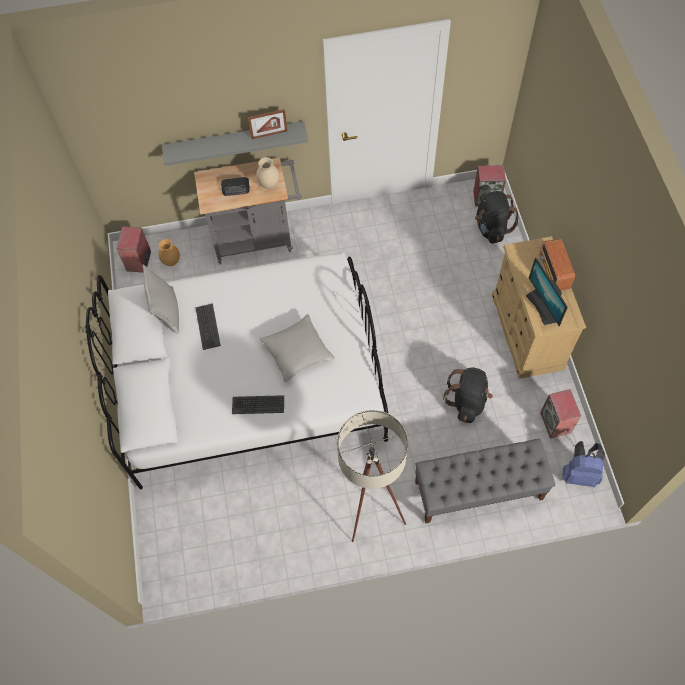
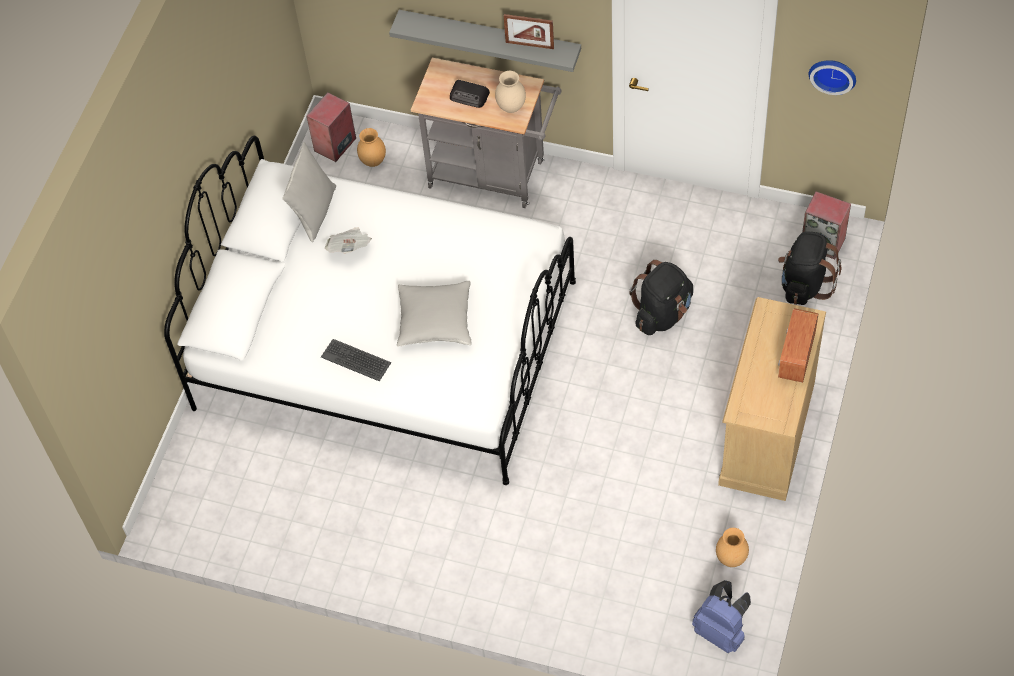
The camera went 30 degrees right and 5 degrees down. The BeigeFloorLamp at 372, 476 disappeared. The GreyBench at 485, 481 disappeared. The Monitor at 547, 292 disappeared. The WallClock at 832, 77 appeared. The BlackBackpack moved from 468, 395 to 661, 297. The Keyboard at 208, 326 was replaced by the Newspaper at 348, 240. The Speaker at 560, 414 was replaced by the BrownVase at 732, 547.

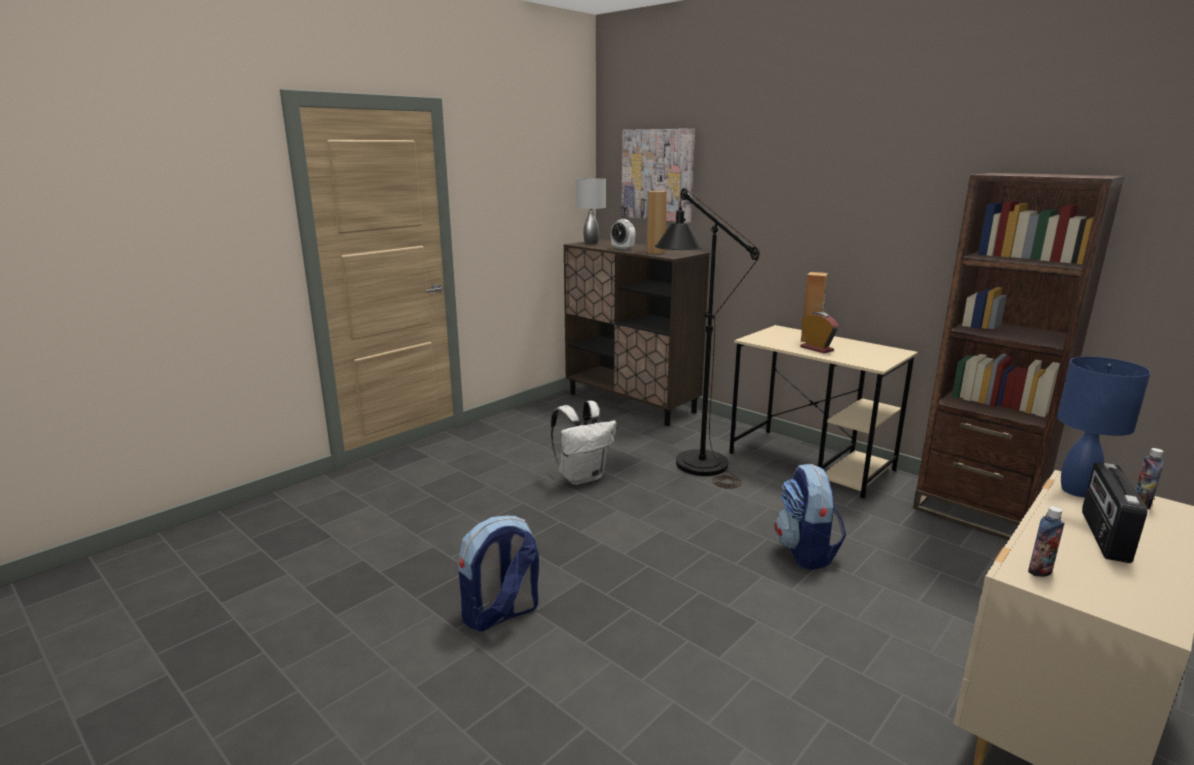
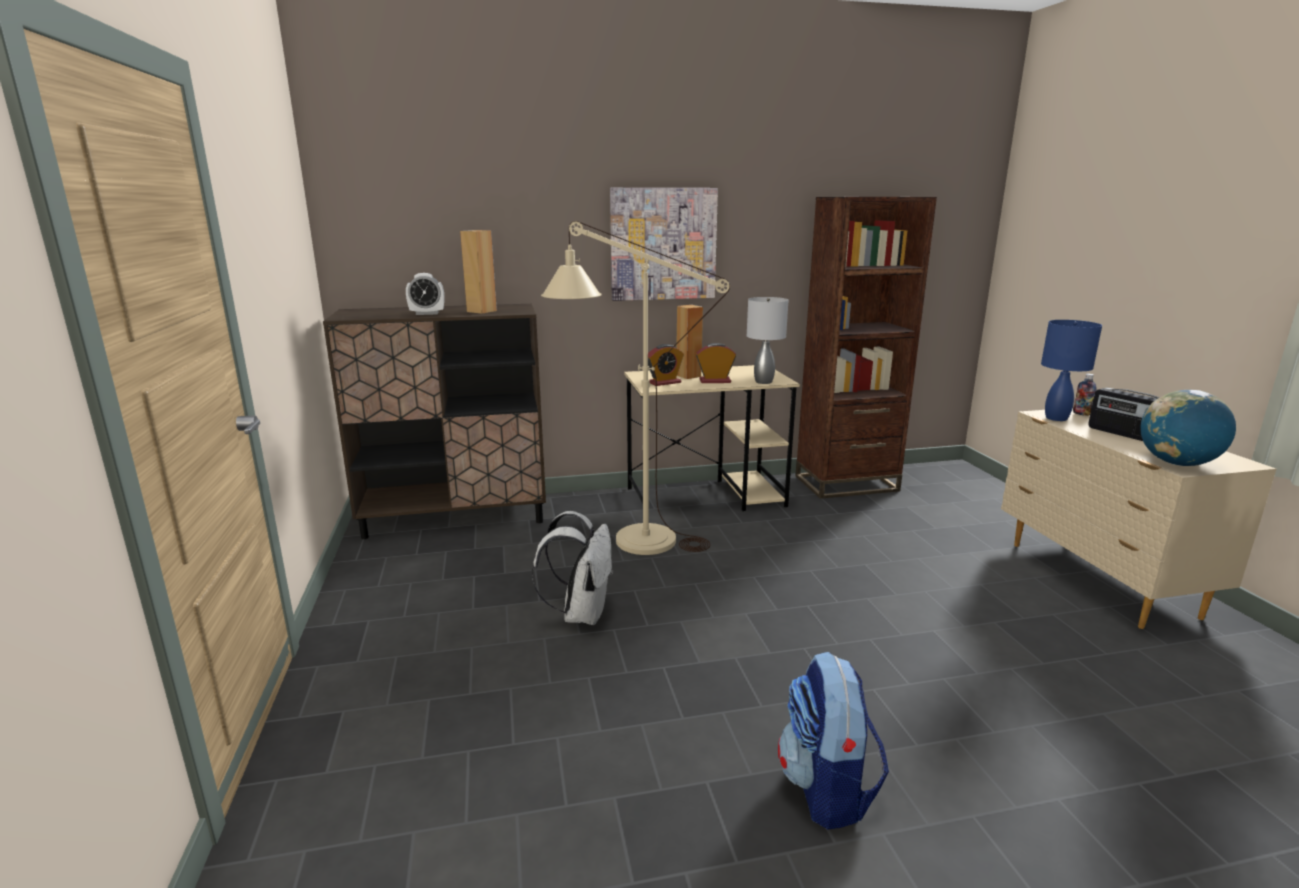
The camera went 55 degrees left and 0 degrees up. The Backpack at 810, 517 disappeared. The AlarmClock at 666, 365 appeared. The GreyTableLamp moved from 591, 211 to 768, 340. The Picture moved from 658, 176 to 664, 244. The Bottle at 1046, 541 was replaced by the Globe at 1188, 428. The BlackFloorLamp at 707, 338 became the BeigeFloorLamp at 635, 388.

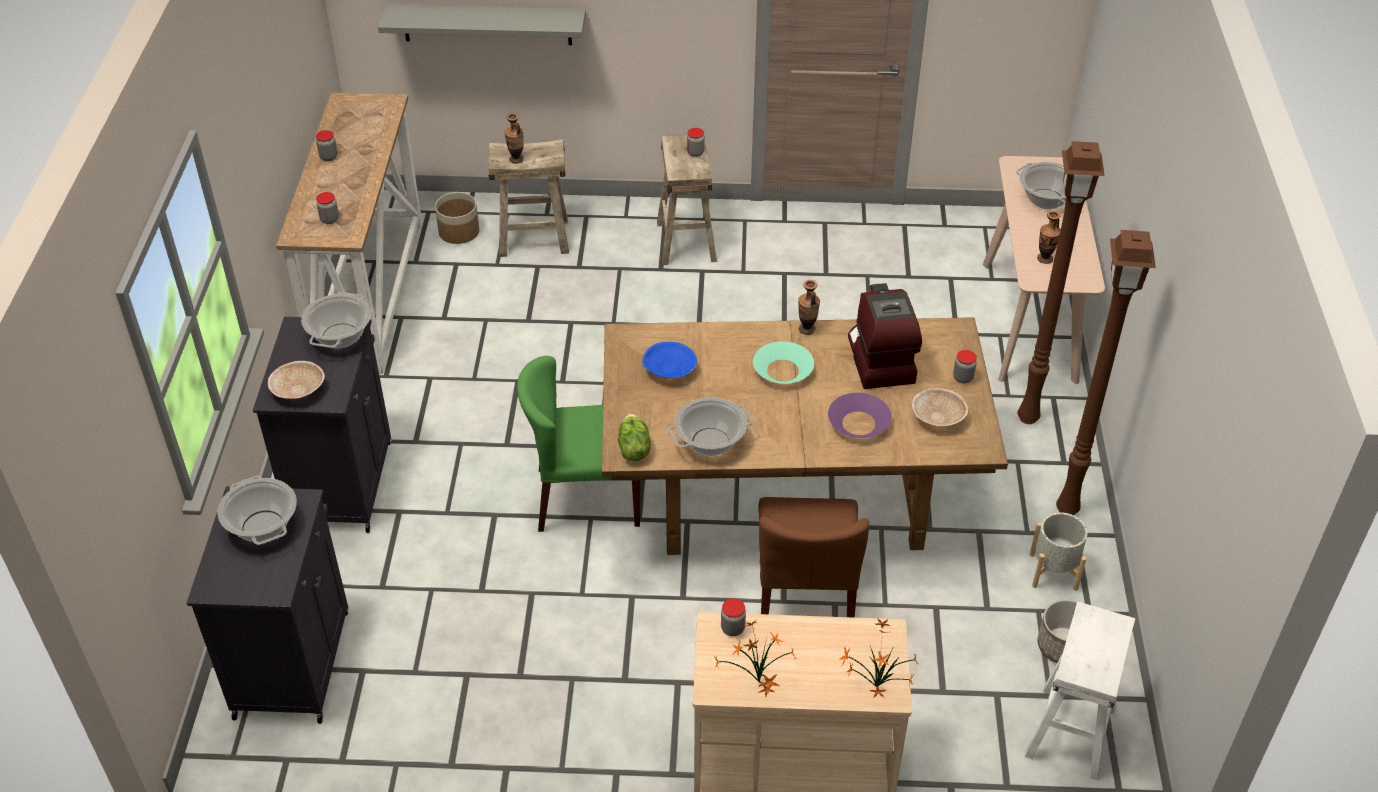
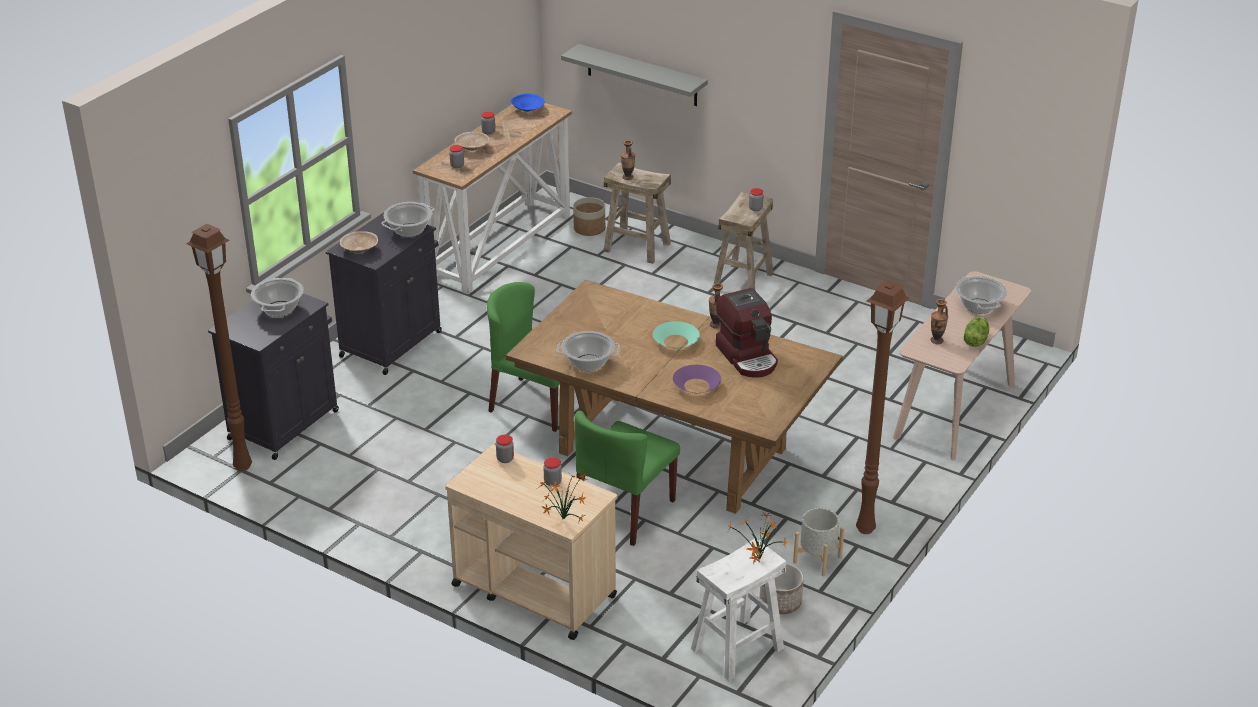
The camera went 30 degrees right and 10 degrees down. The Lettuce moved from 634, 438 to 976, 332. The BlueBowl moved from 669, 360 to 527, 102. The PottedPlant moved from 754, 658 to 757, 538. The BeigeBowl moved from 940, 407 to 471, 141. The Jar moved from 965, 367 to 552, 471. The BrownFloorLamp moved from 1061, 282 to 219, 347. The BrownChair at 814, 557 became the GreenChair at 627, 478. The CoffeeMachine at 885, 336 turned 135 degrees clockwise.

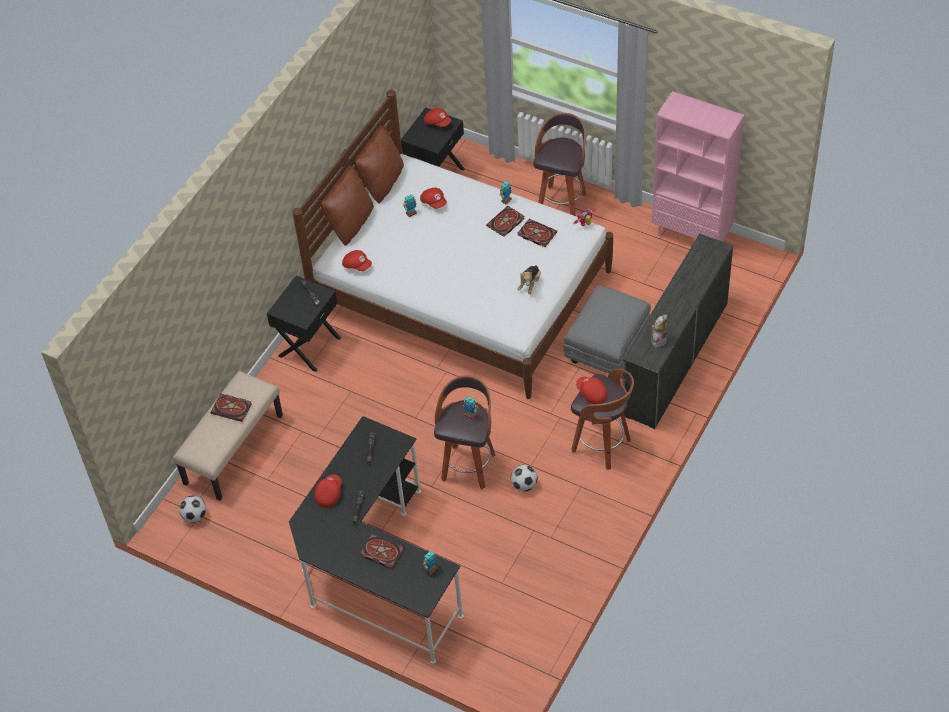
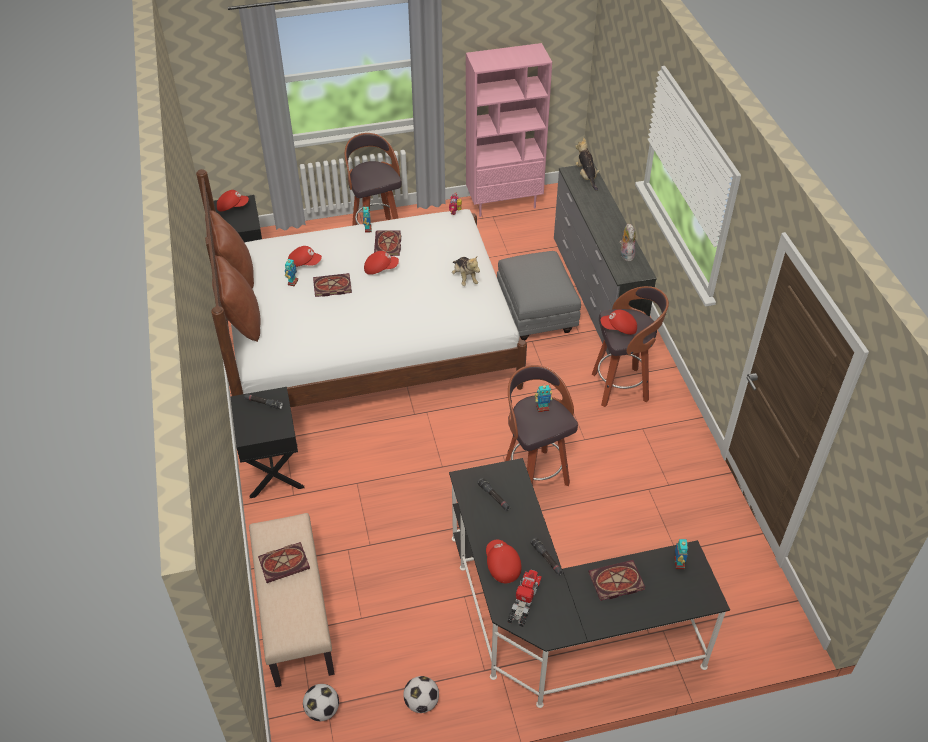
The camera went 45 degrees left and 5 degrees down. The ToyTruck at 525, 598 appeared. The PlushToy at 587, 164 appeared. The RedCap moved from 357, 260 to 381, 263. The Football moved from 524, 478 to 421, 694. The Book moved from 537, 233 to 332, 285.

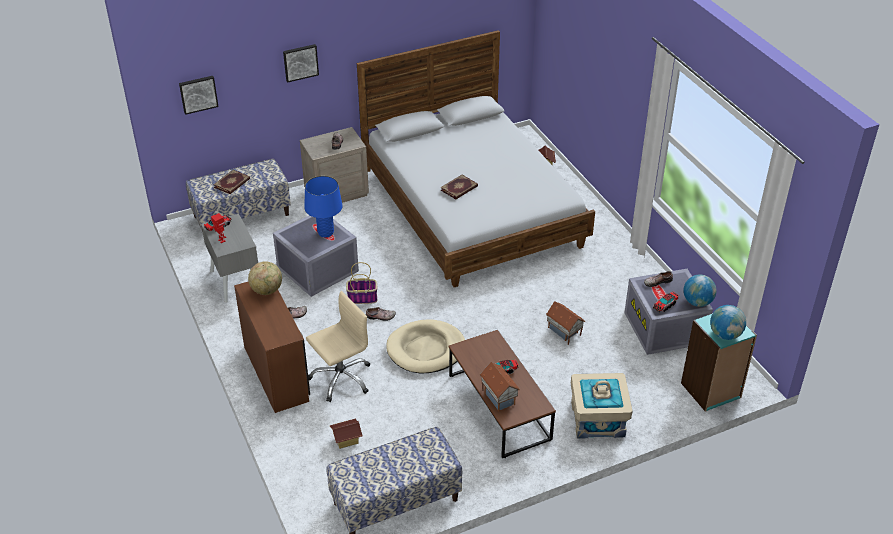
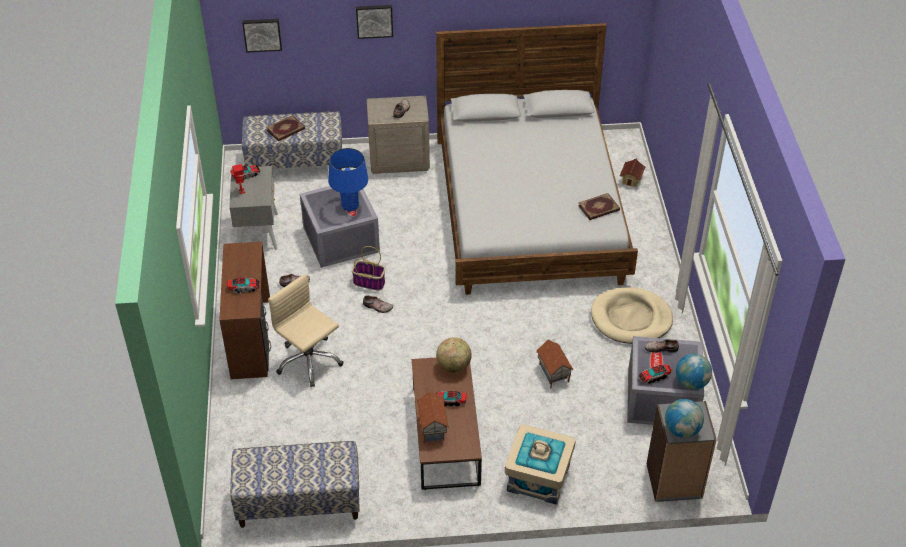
The camera went 20 degrees right and 5 degrees up. The ToyHouse at 346, 433 disappeared. The ToyTruck at 243, 286 appeared. The Globe moved from 265, 278 to 454, 355. The BeigeDogBed moved from 425, 346 to 632, 315. The Book moved from 459, 186 to 599, 206. The TurquoiseBookcase at 719, 362 became the GreyBookcase at 682, 451. The BeigeOfficeChair at 338, 346 turned 120 degrees counterclockwise.

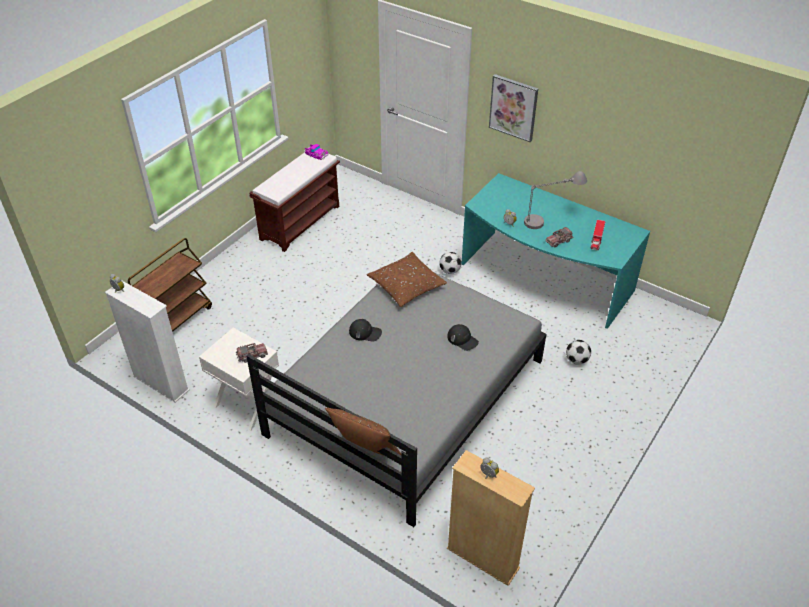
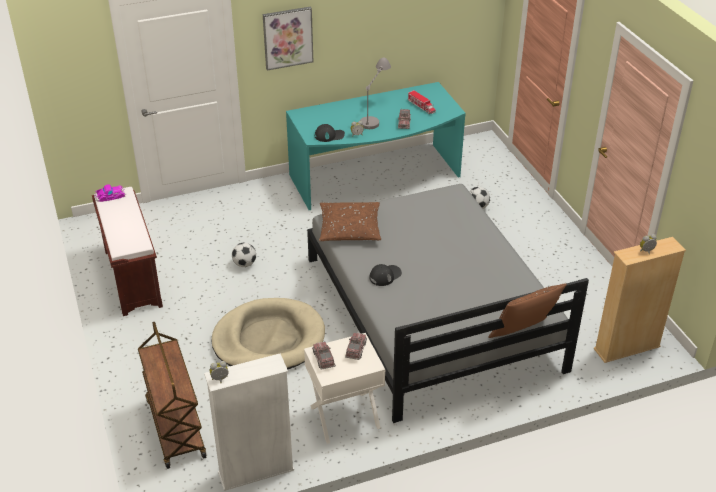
The camera went 55 degrees left and 5 degrees down. The BeigeDogBed at 268, 334 appeared. The ToyTruck at 324, 356 appeared. The Football moved from 451, 263 to 244, 255. The BlackCap moved from 463, 337 to 330, 133.

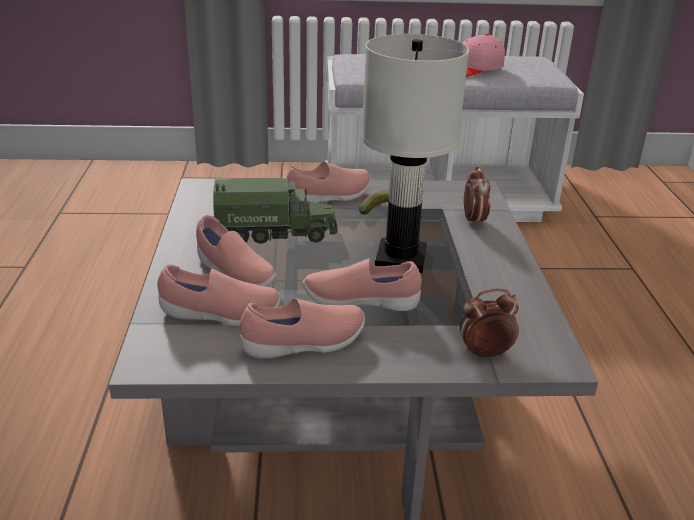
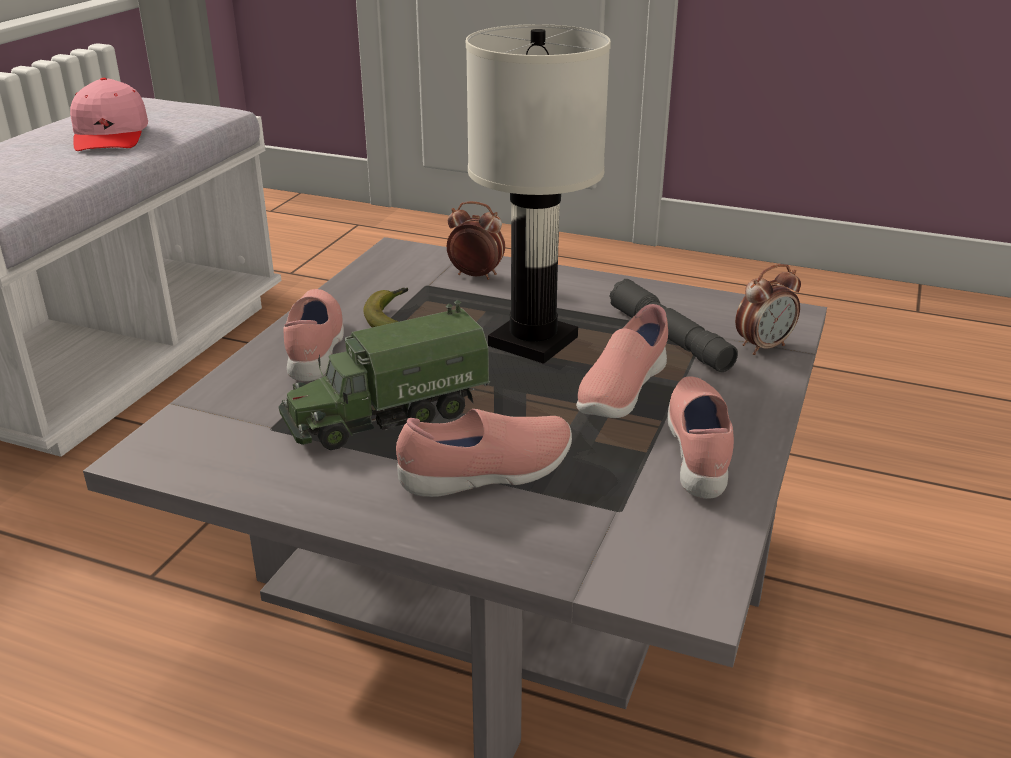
The camera went 65 degrees left and 0 degrees up. The PinkShoe at 219, 295 disappeared. The GreyFlashlight at 674, 325 appeared. The ToyTruck at 275, 211 turned 135 degrees counterclockwise. The AlarmClock at 489, 324 turned 135 degrees counterclockwise.

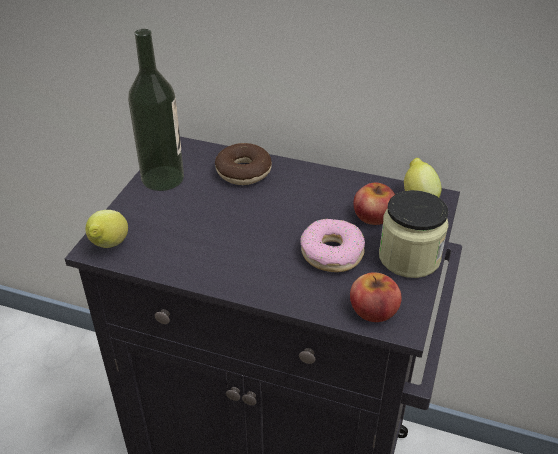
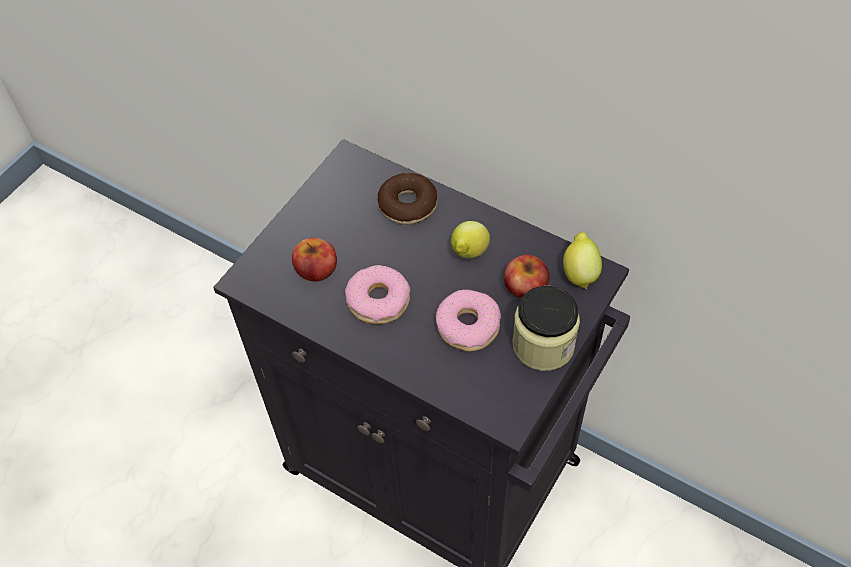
The camera went 15 degrees right and 15 degrees up. The Bottle at 156, 110 disappeared. The Donut at 377, 294 appeared. The Lemon moved from 107, 229 to 470, 240. The Apple moved from 376, 297 to 314, 259.

